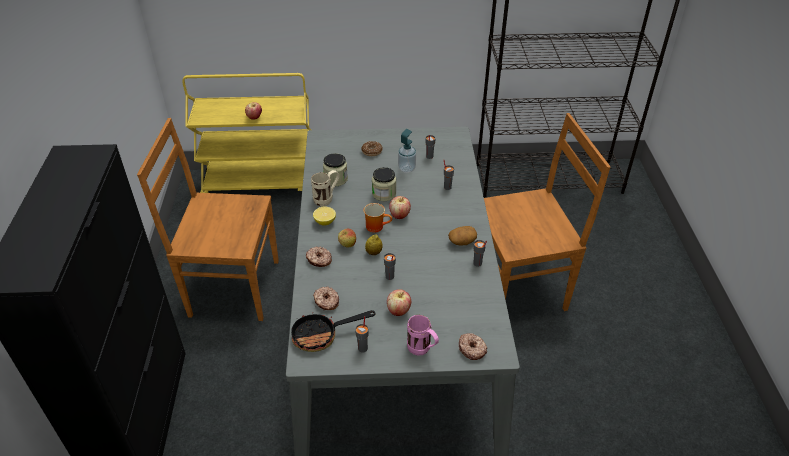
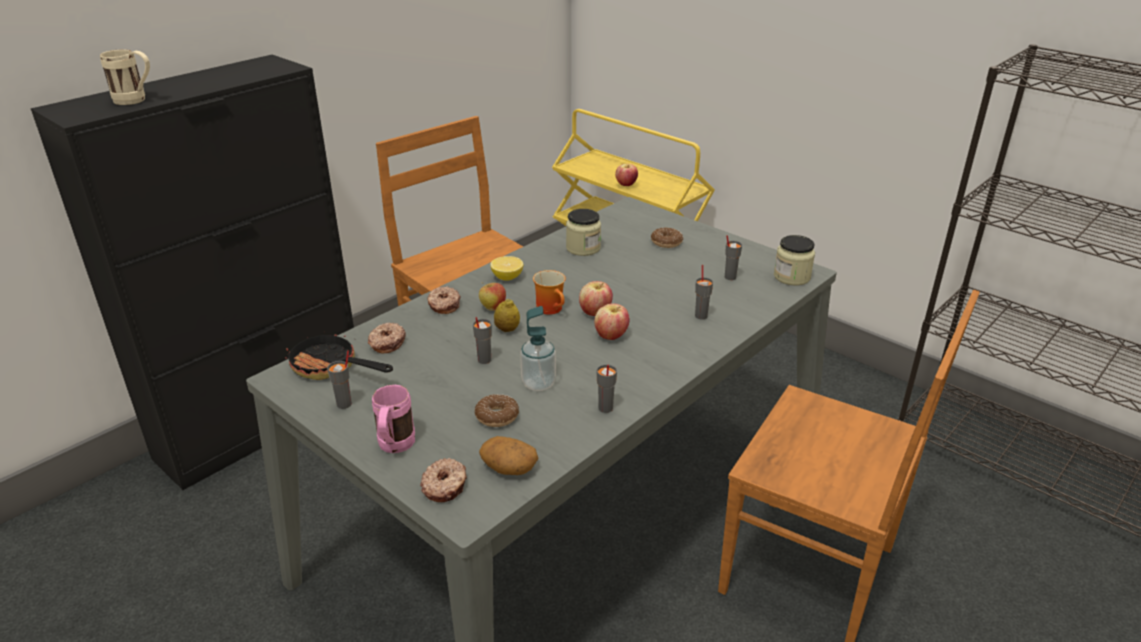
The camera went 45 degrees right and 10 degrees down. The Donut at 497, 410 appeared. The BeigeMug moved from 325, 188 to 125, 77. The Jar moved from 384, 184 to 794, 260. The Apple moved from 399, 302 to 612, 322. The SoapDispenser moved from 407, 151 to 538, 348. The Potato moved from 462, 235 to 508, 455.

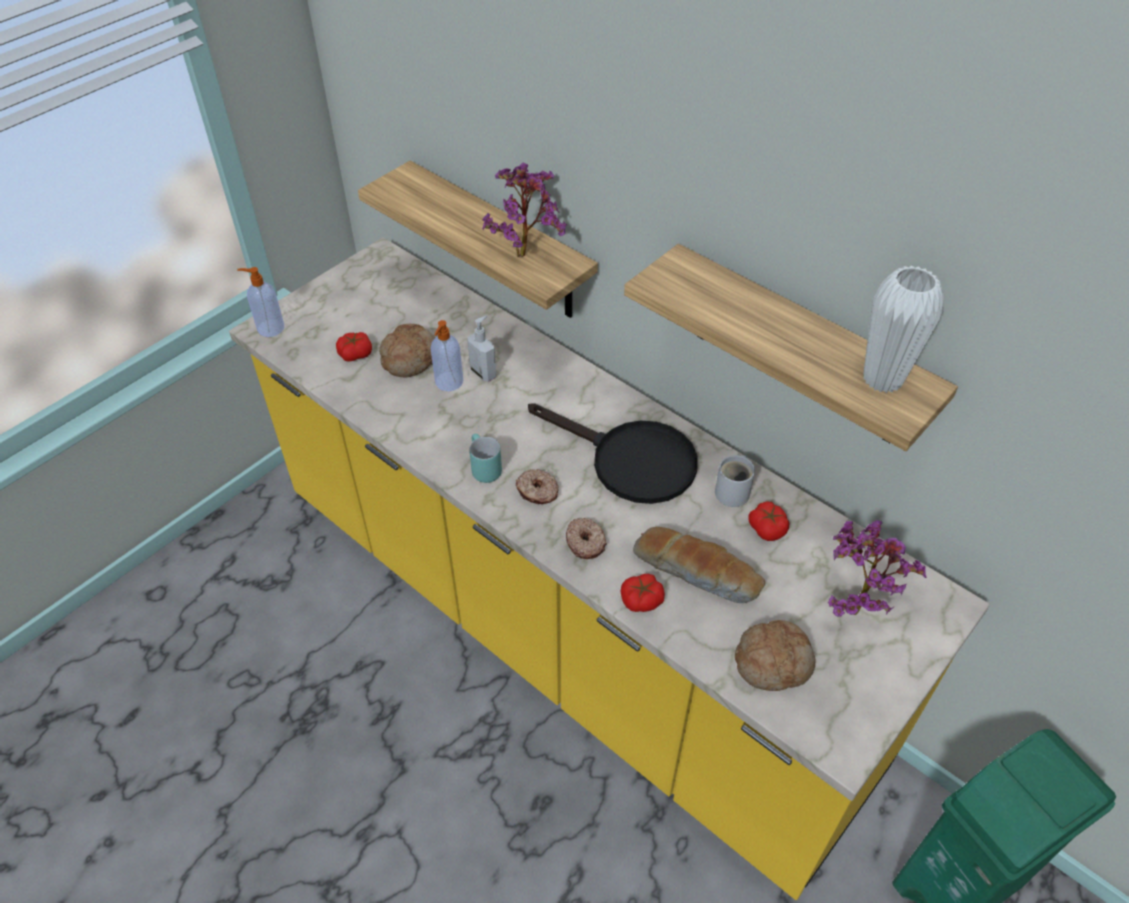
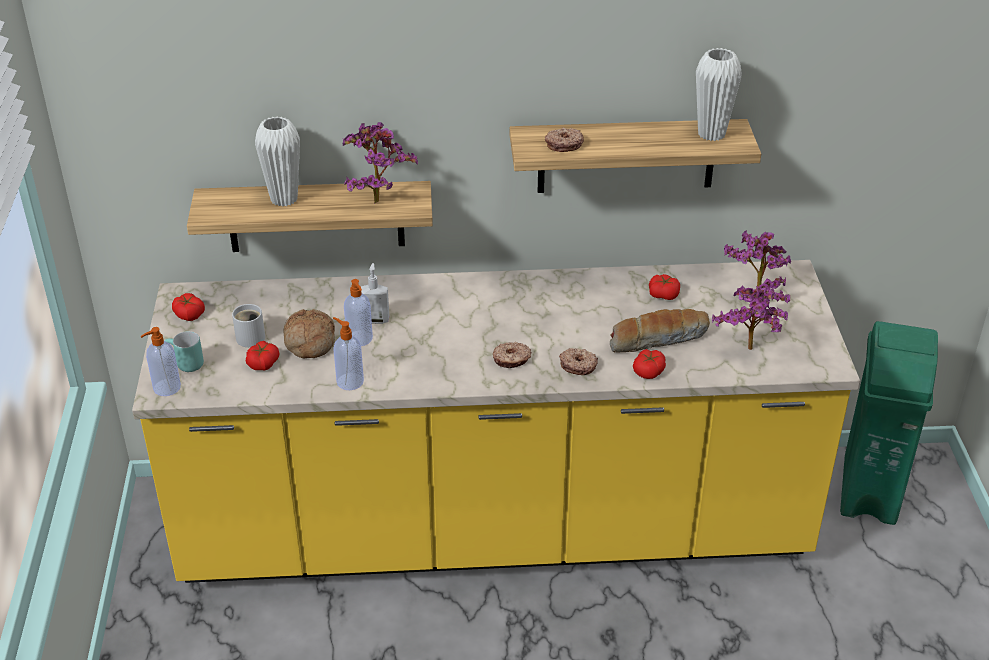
The camera went 45 degrees left and 10 degrees down. The BlackFryingPan at 613, 453 disappeared. The Tomato at 188, 307 appeared. The WhiteVase at 277, 161 appeared. The SoapDispenser at 348, 353 appeared. The Donut at 564, 139 appeared. The TurquoiseMug moved from 485, 458 to 184, 351. The WhiteMug moved from 735, 481 to 248, 325. The Bread at 775, 655 was replaced by the PottedPlant at 751, 318.

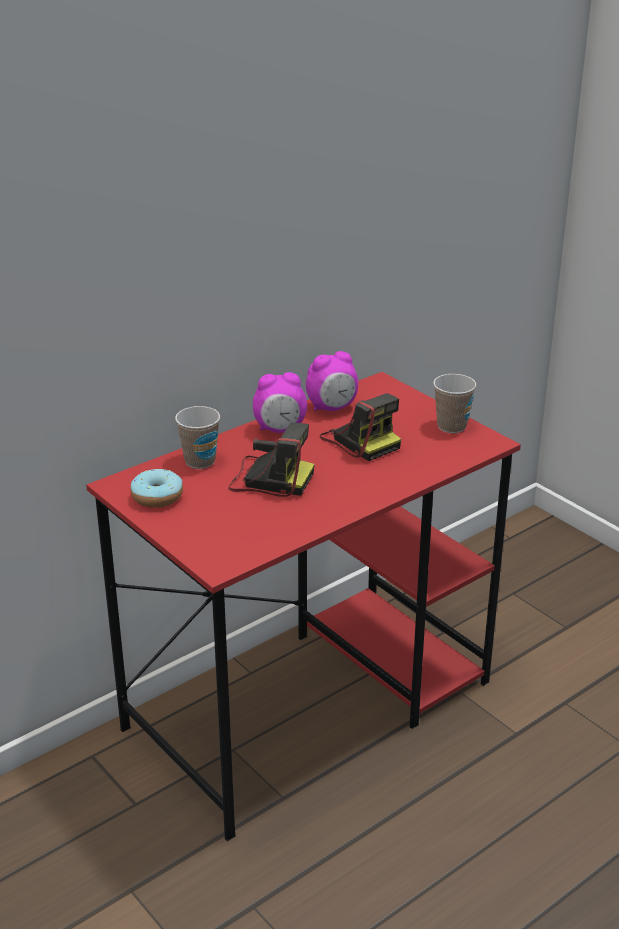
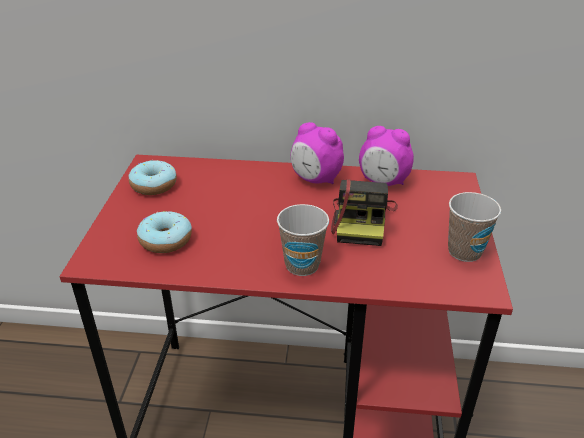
The camera went 45 degrees right and 5 degrees up. The PhotoCamera at 271, 460 disappeared. The Donut at 164, 232 appeared. The Cup moved from 197, 437 to 303, 240.

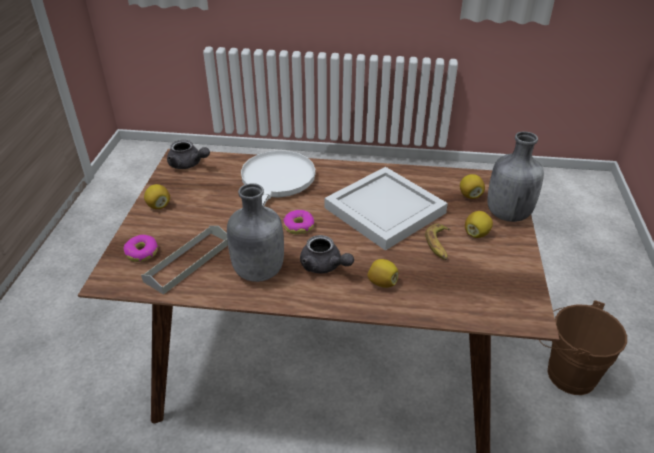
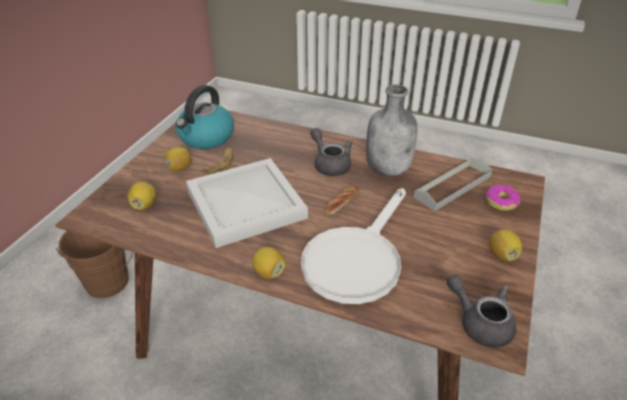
The camera went 165 degrees left and 0 degrees up. The GreyBottle at 515, 176 disappeared. The Kettle at 205, 117 appeared. The Lemon moved from 383, 273 to 269, 263. The Donut at 298, 222 was replaced by the Bread at 341, 200.

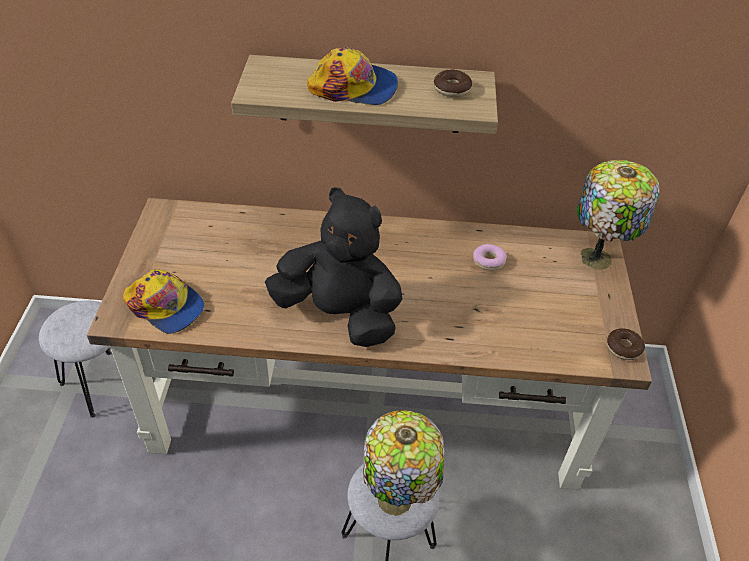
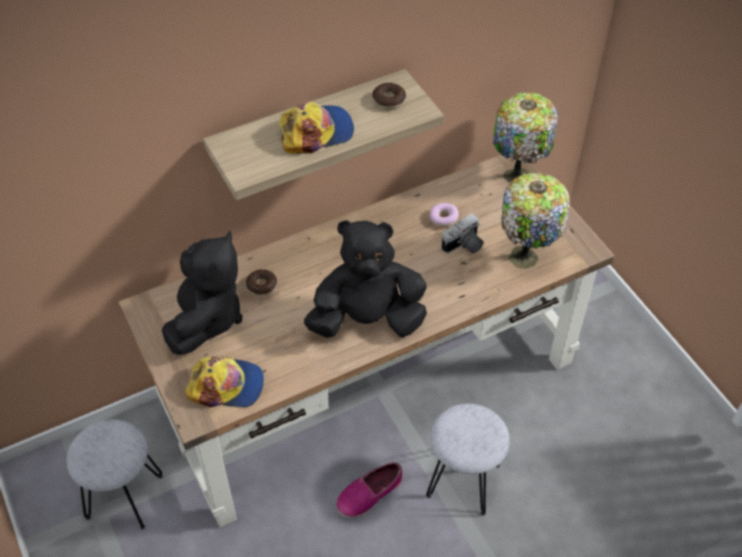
The camera went 30 degrees left and 5 degrees up. The BlackPlushToy at 202, 293 appeared. The Shoe at 369, 490 appeared. The PhotoCamera at 462, 233 appeared. The TableLamp moved from 404, 463 to 536, 221. The Donut moved from 626, 344 to 261, 282.

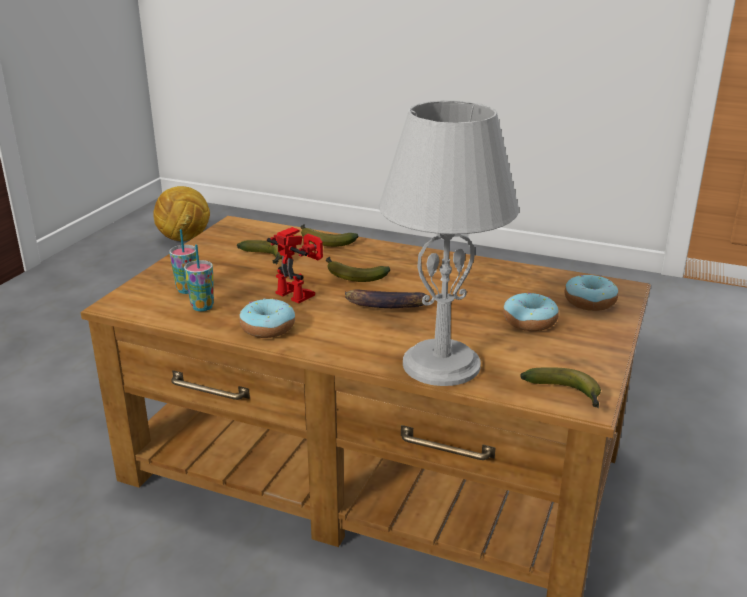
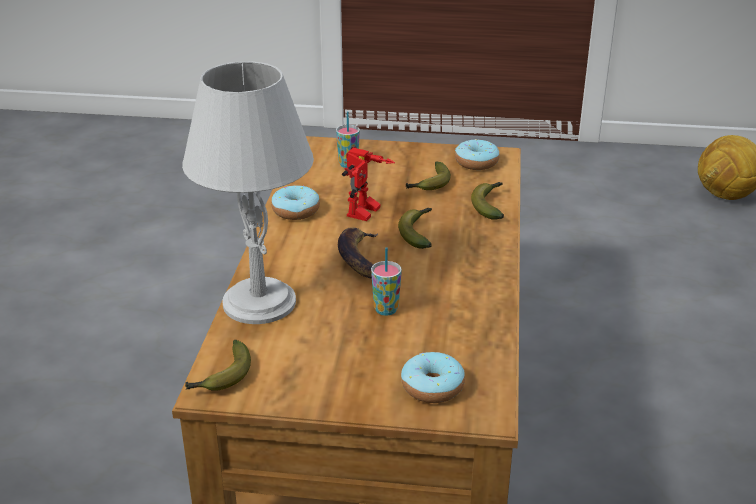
The camera went 75 degrees right and 5 degrees up. The Cup moved from 199, 278 to 386, 281. The Donut moved from 531, 312 to 477, 154.

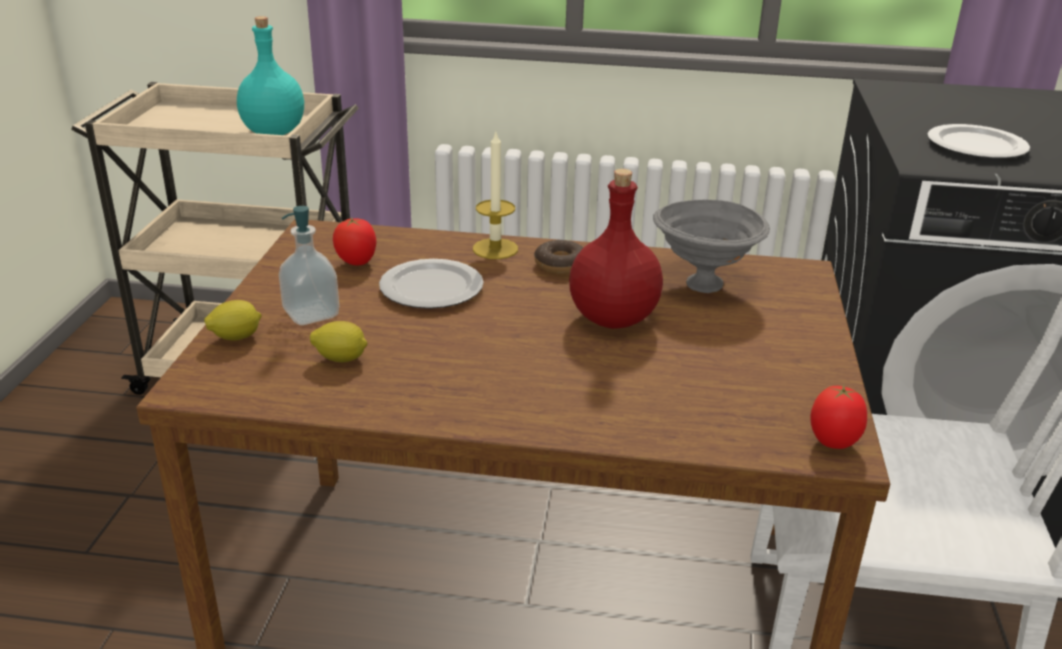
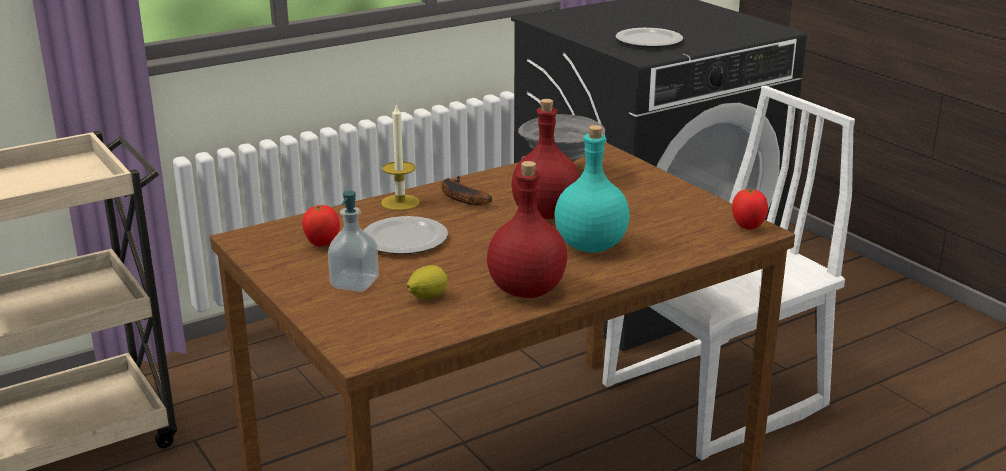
The camera went 40 degrees left and 5 degrees down. The Lemon at 233, 320 disappeared. The RedBottle at 527, 229 appeared. The TurquoiseBottle moved from 270, 75 to 592, 189. The Donut at 558, 257 was replaced by the Banana at 466, 190.

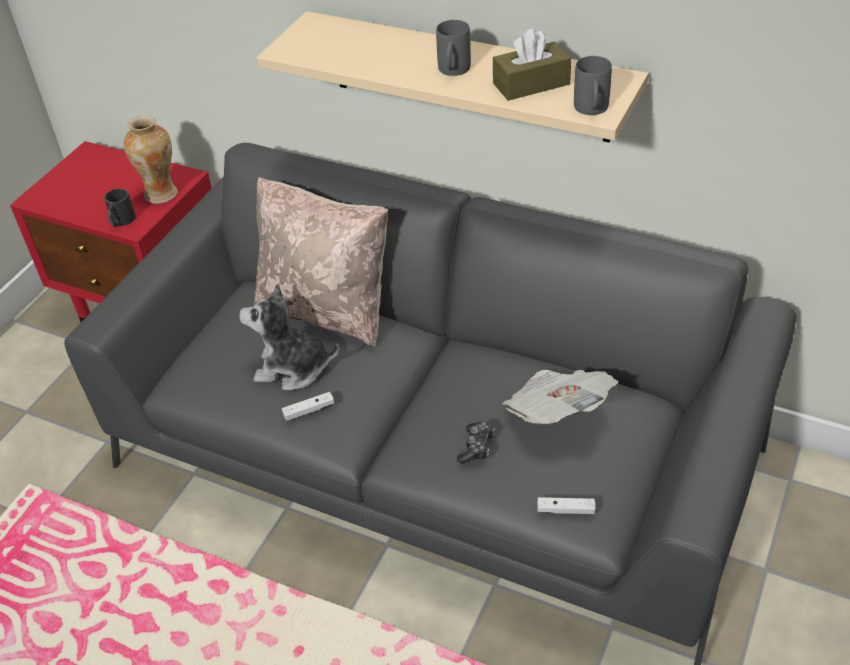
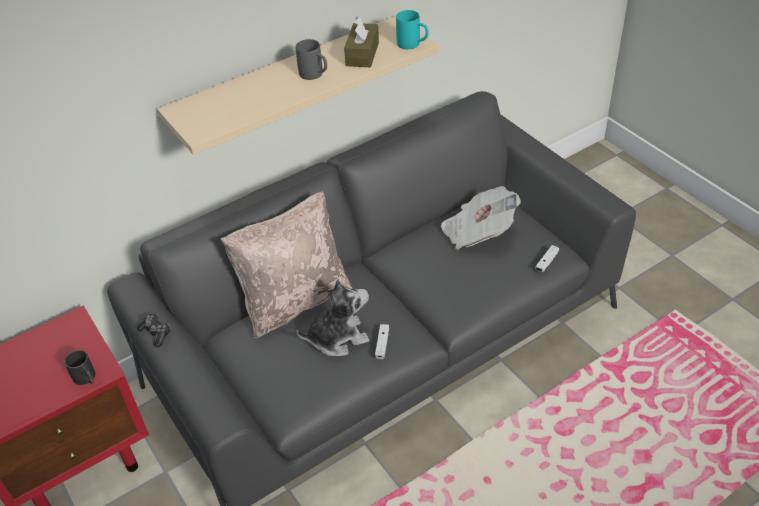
The camera went 60 degrees left and 0 degrees up. The Vase at 150, 159 disappeared. The GameController moved from 476, 442 to 153, 330. The GreyMug at 593, 85 became the TurquoiseMug at 412, 29. The PlushToy at 289, 337 turned 150 degrees counterclockwise.

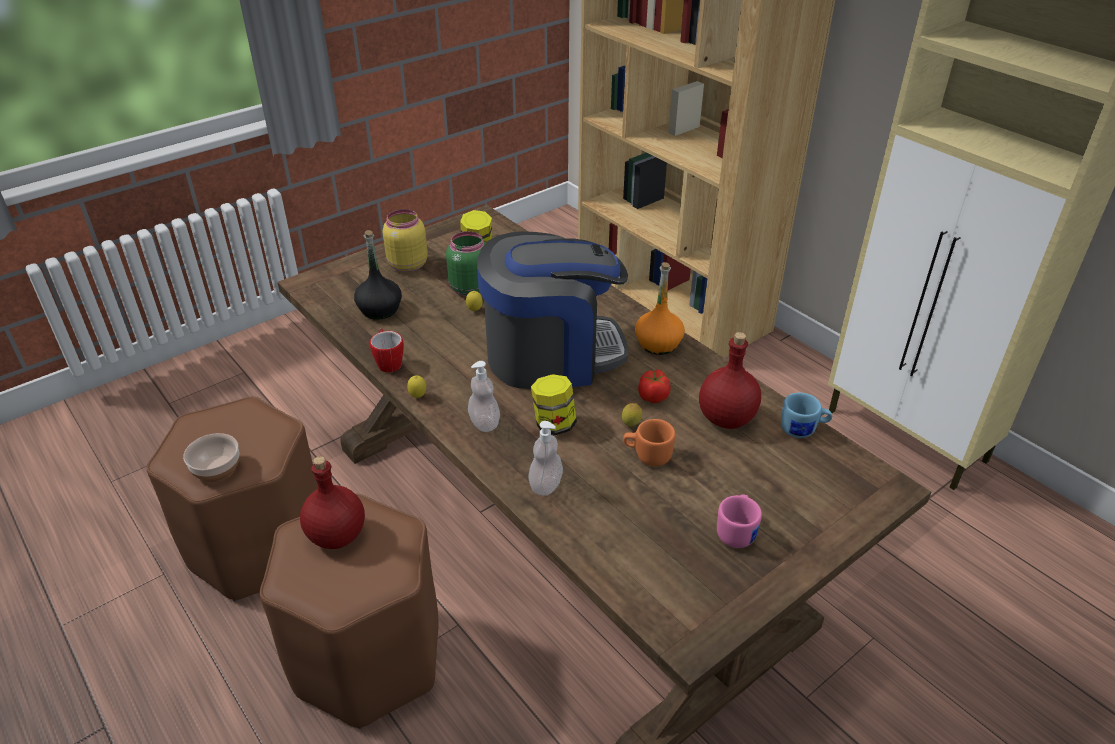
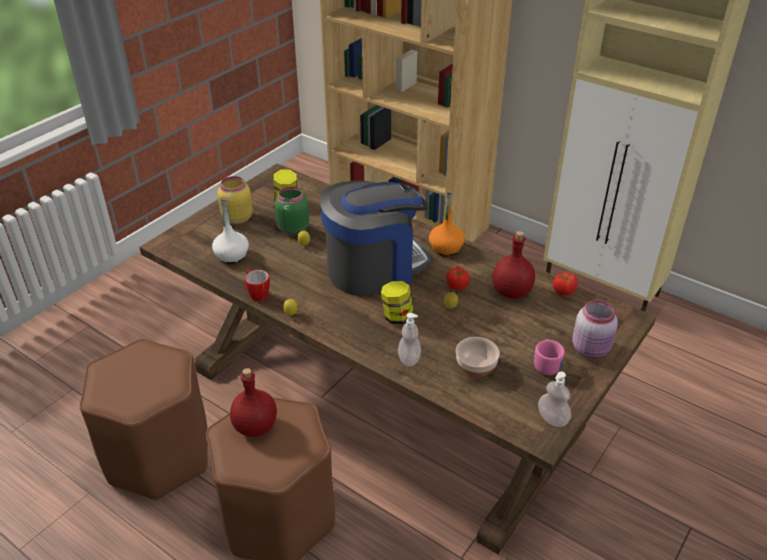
The camera went 15 degrees left and 0 degrees up. The OrangeMug at 649, 442 disappeared. The PinkJar at 595, 329 appeared. The Bowl moved from 211, 457 to 478, 357. The SoapDispenser moved from 484, 396 to 554, 399. The BlueMug at 806, 415 was replaced by the Tomato at 565, 283. The BlackBottle at 378, 275 became the WhiteBottle at 230, 230.

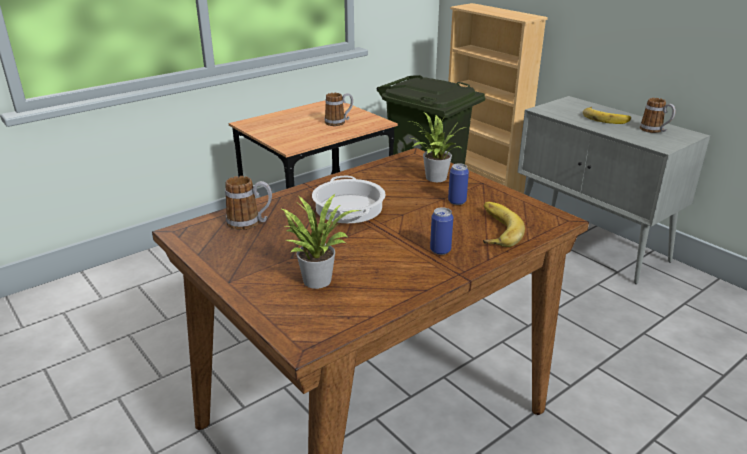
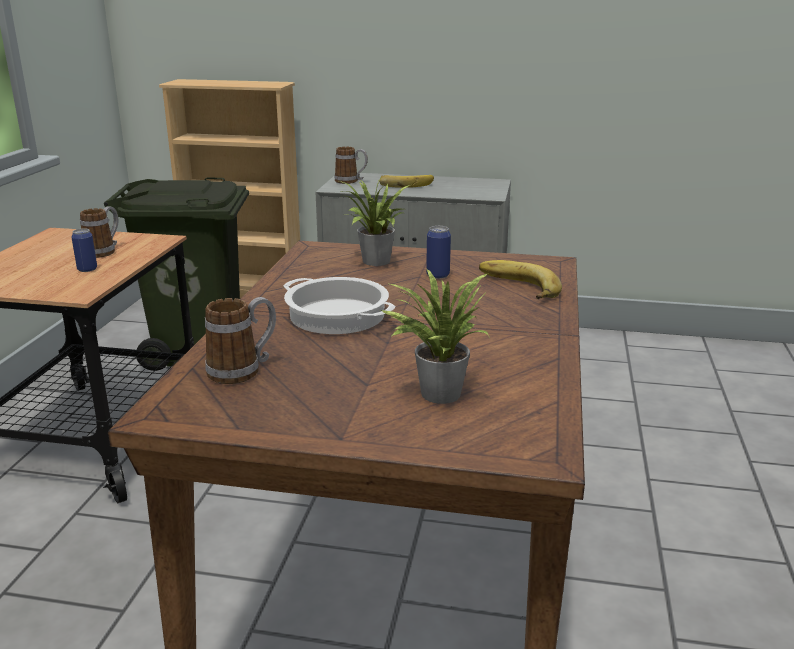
The camera went 40 degrees left and 5 degrees down. The Can moved from 441, 231 to 84, 250. The Mug moved from 658, 115 to 351, 165.

